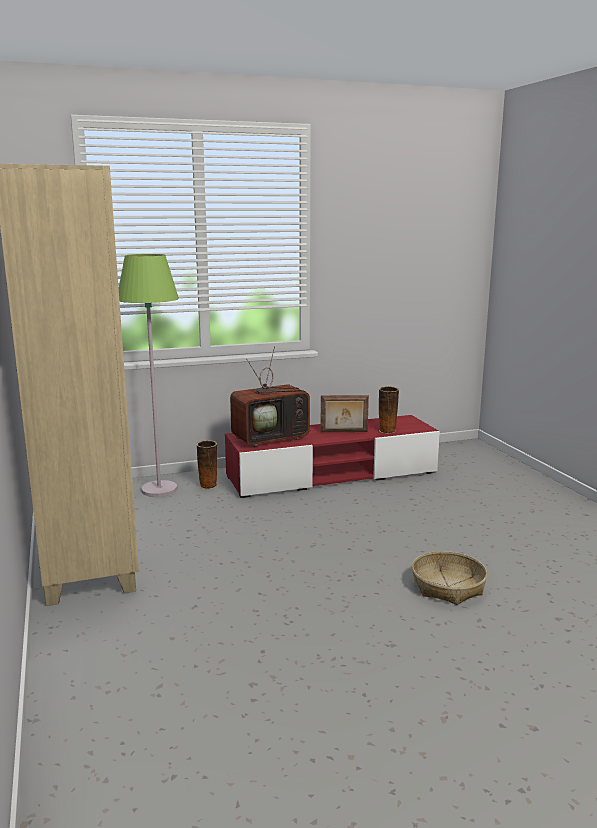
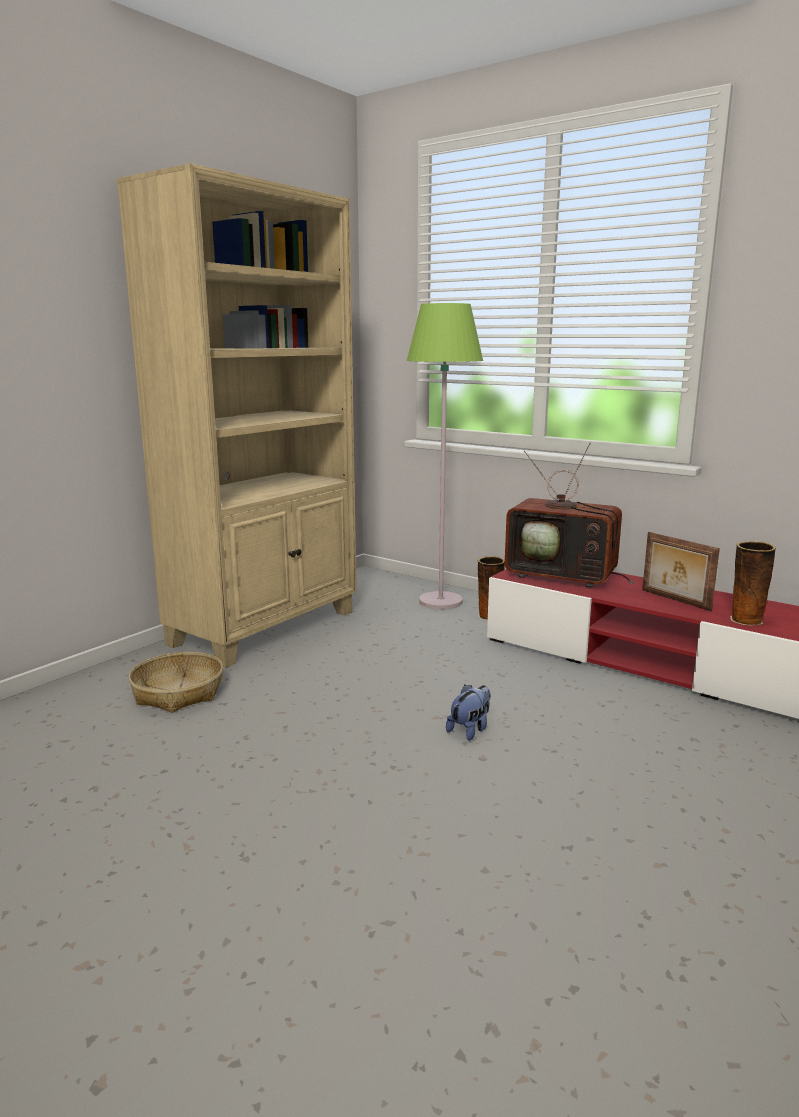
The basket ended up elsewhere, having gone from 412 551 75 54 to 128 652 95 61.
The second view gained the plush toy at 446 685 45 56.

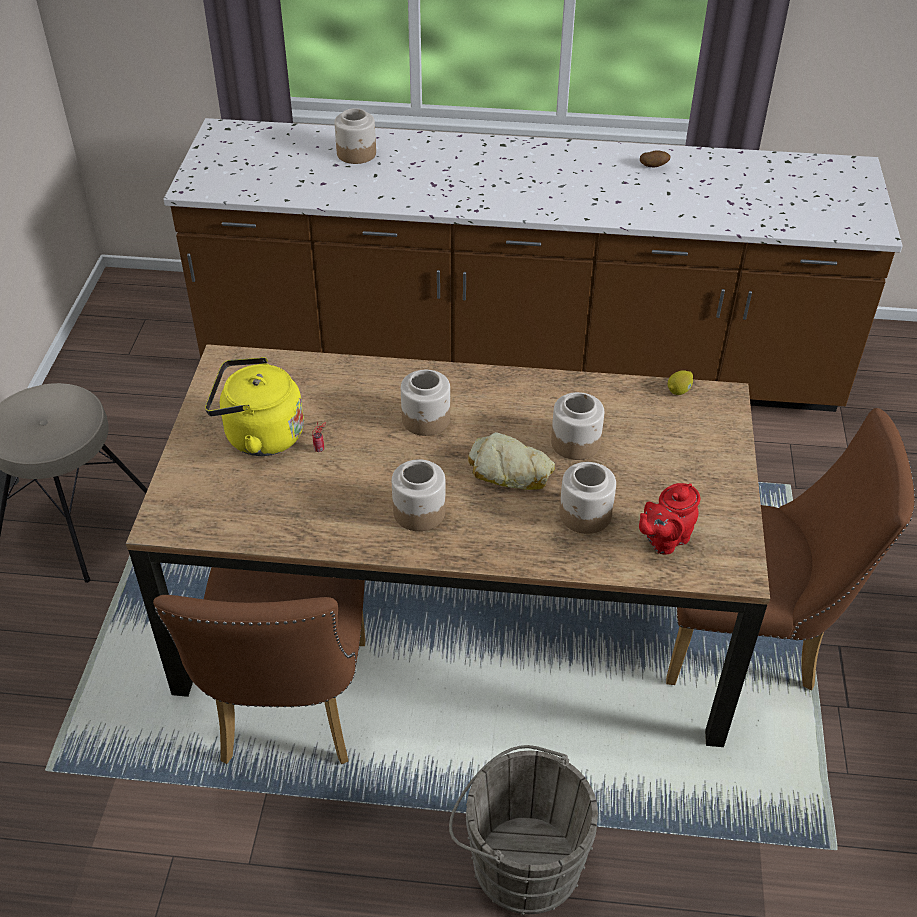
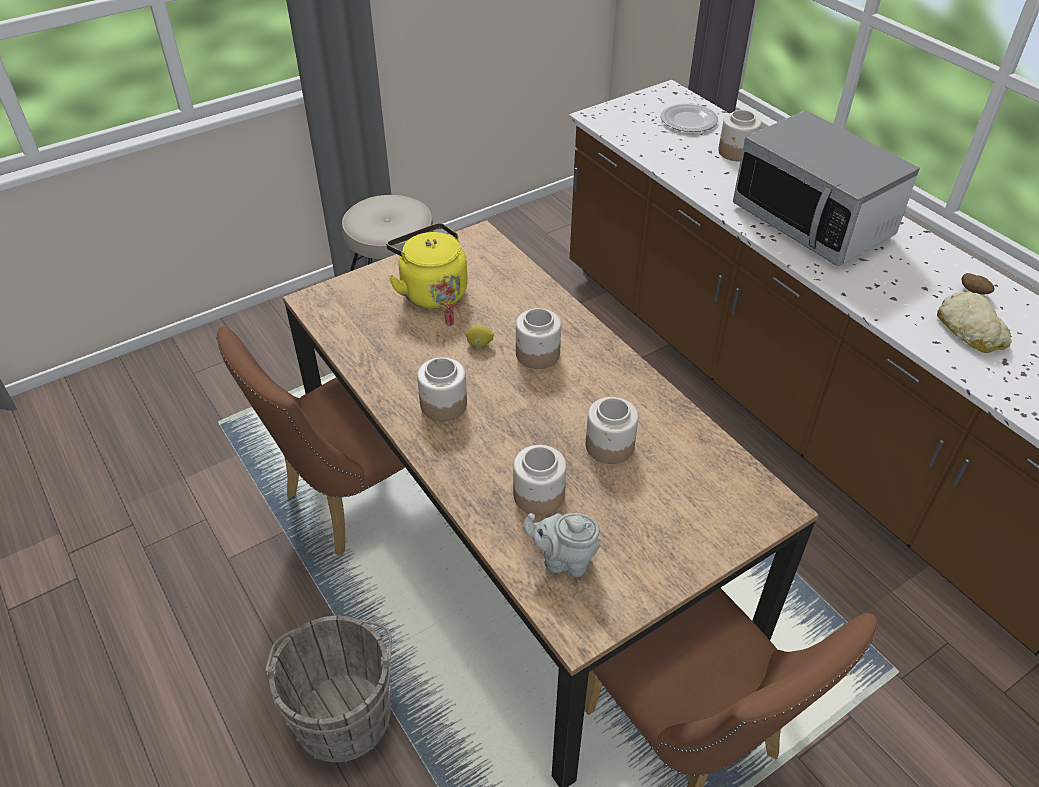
The lemon ended up elsewhere, having gone from 668 370 25 25 to 465 326 29 21.
What was the red teapot at 639 483 61 72 turned into the grey teapot at 523 513 77 64.
The second view gained the plate at 661 103 57 29.
The second view gained the microwave at 733 110 187 156.
The bread ended up elsewhere, having gone from 468 432 87 58 to 937 292 75 61.

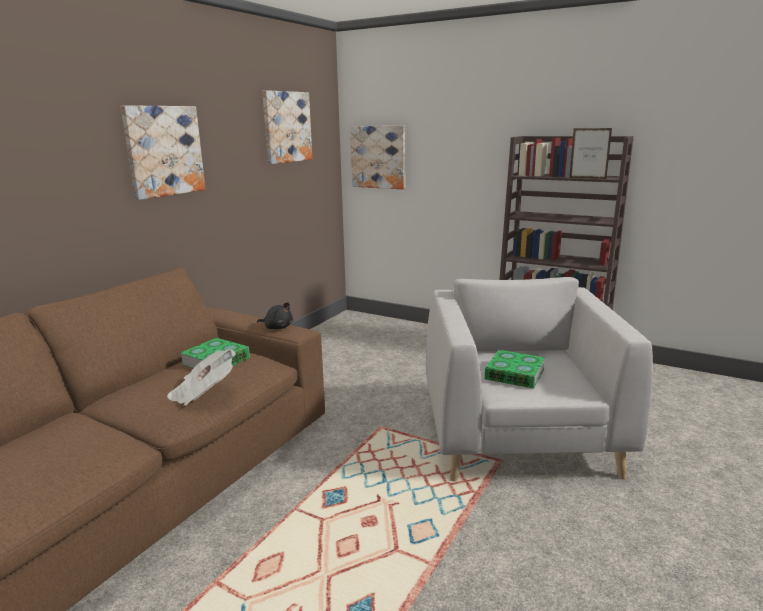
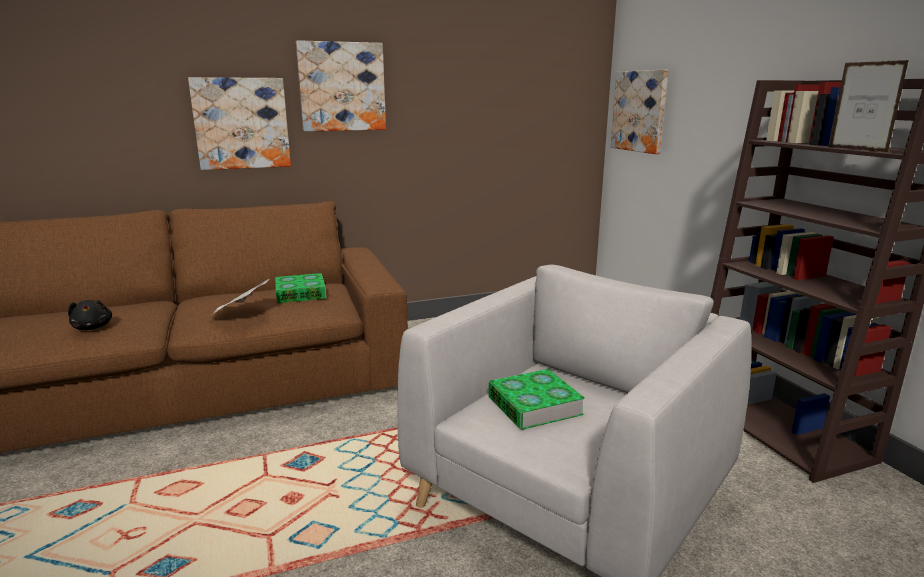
The black plush toy ended up elsewhere, having gone from 257 302 36 27 to 68 300 44 30.
The picture ended up elsewhere, having gone from 262 90 51 74 to 188 77 103 93.

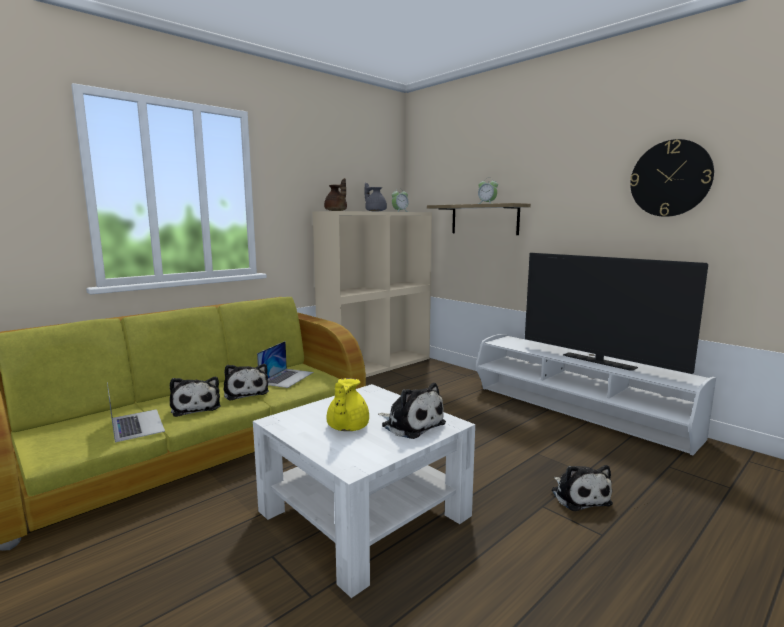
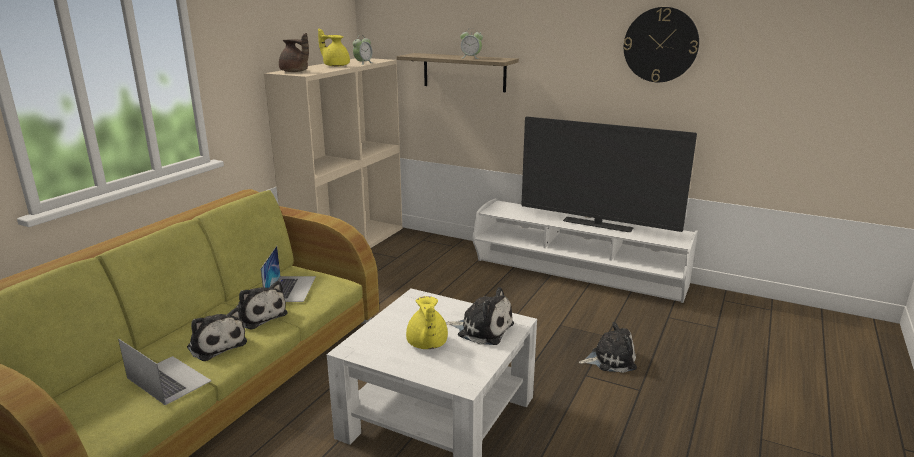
What was the grey teapot at 365 182 22 30 turned into the yellow teapot at 318 28 32 39.
The plush toy at 551 465 62 46 ended up facing another way, 60 degrees counterclockwise from before.

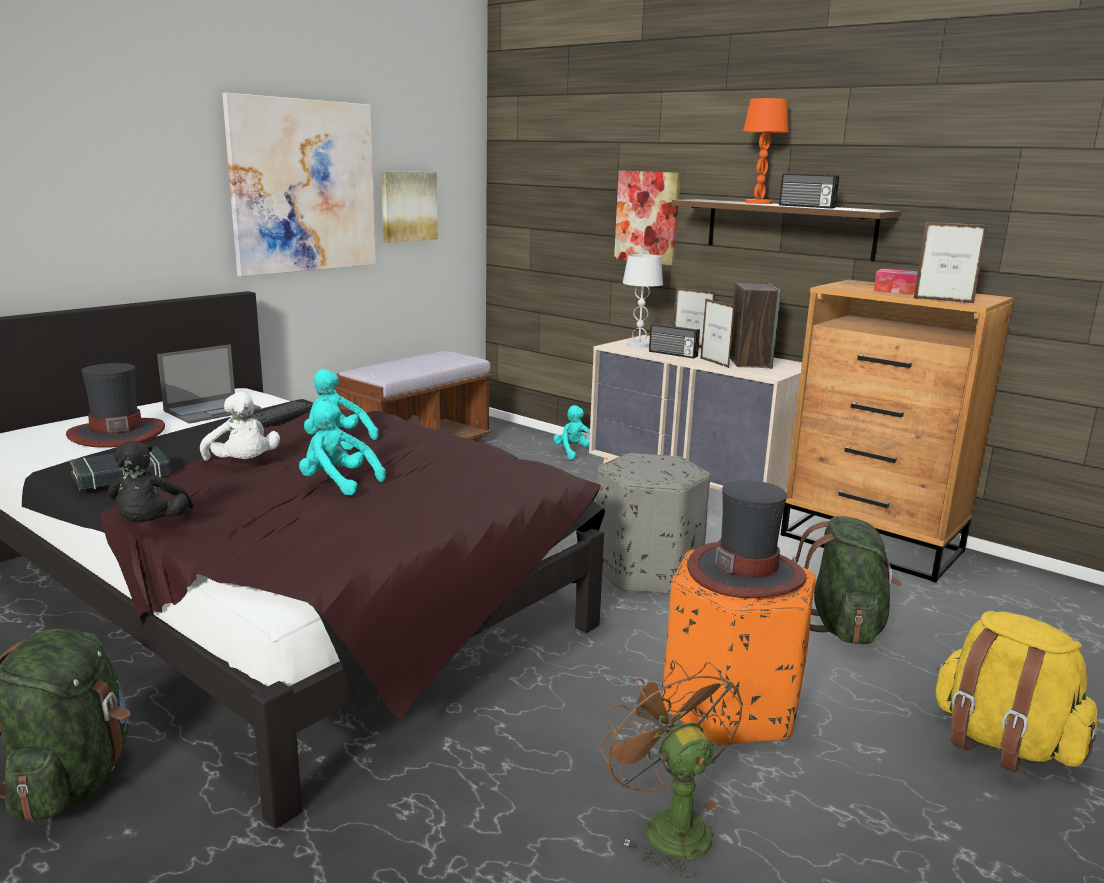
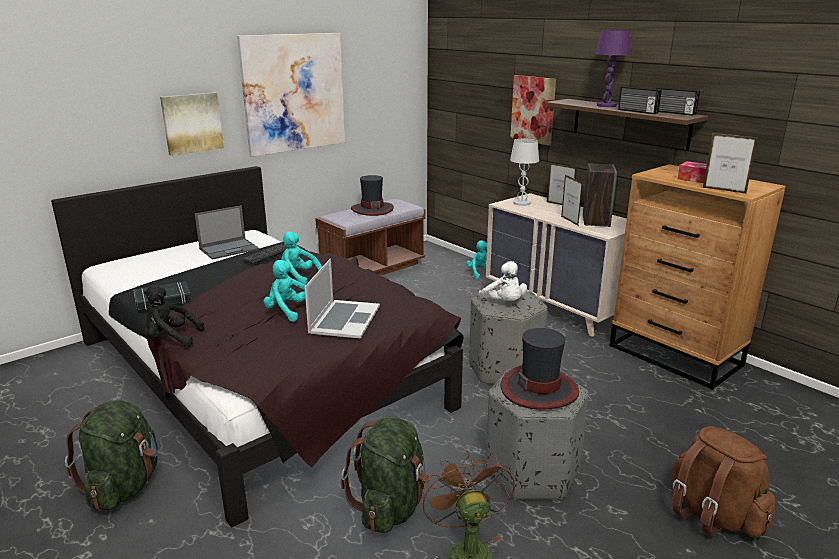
The black plush toy at 107 441 87 81 ended up facing another way, 90 degrees clockwise from before.
The picture ended up elsewhere, having gone from 381 171 56 72 to 160 92 64 64.
The second view gained the laptop at 305 258 75 81.
The green backpack ended up elsewhere, having gone from 792 516 109 128 to 341 417 89 116.
The hat ended up elsewhere, having gone from 66 363 99 85 to 351 175 43 41.
The white plush toy ended up elsewhere, having gone from 200 392 80 69 to 479 261 48 40.
What was the orange ottoman at 663 550 153 196 turned into the grey ottoman at 486 369 103 131.
What was the orange table lamp at 743 98 46 106 turned into the purple table lamp at 596 30 33 77.
The radio ended up elsewhere, having gone from 649 323 51 35 to 656 88 44 28.
What was the yellow backpack at 936 611 161 161 turned into the brown backpack at 672 426 103 112.

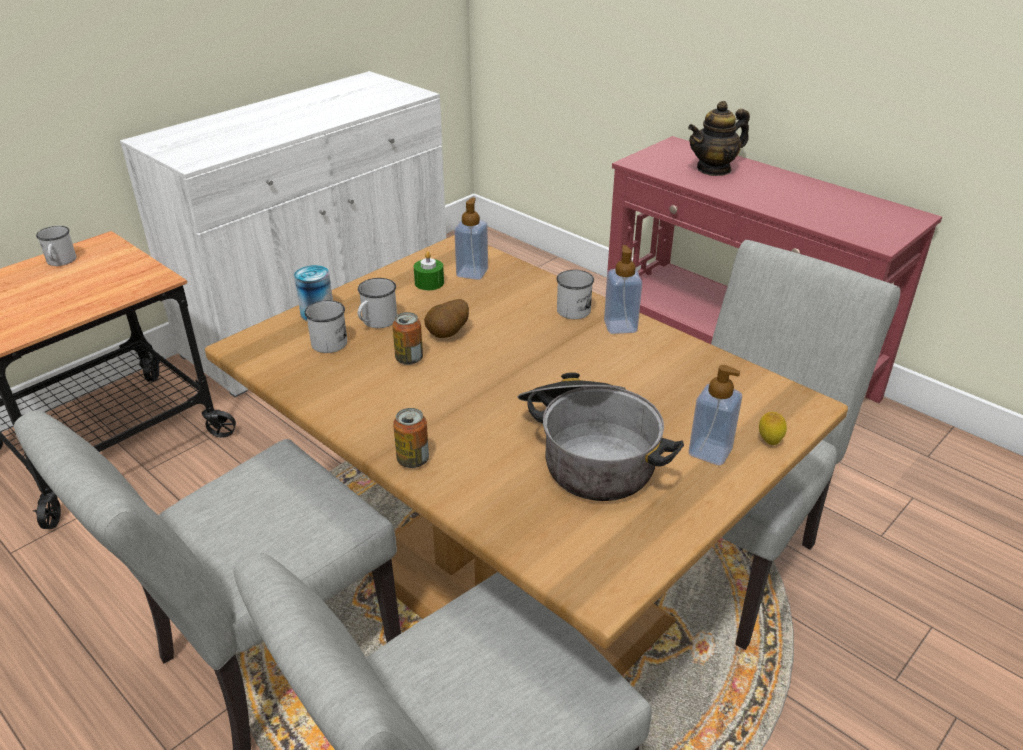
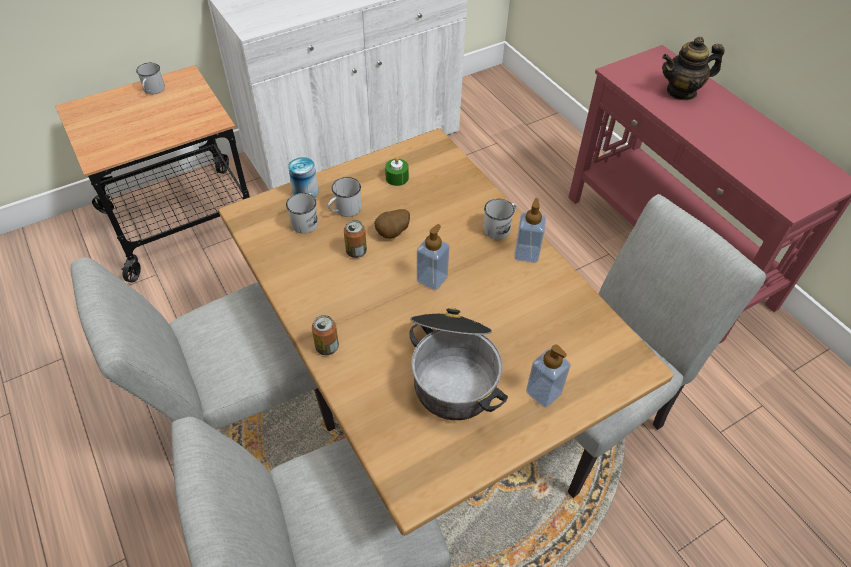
The soap dispenser ended up elsewhere, having gone from 454 197 34 83 to 417 224 33 66.
The second view lost the lemon at 759 412 28 33.

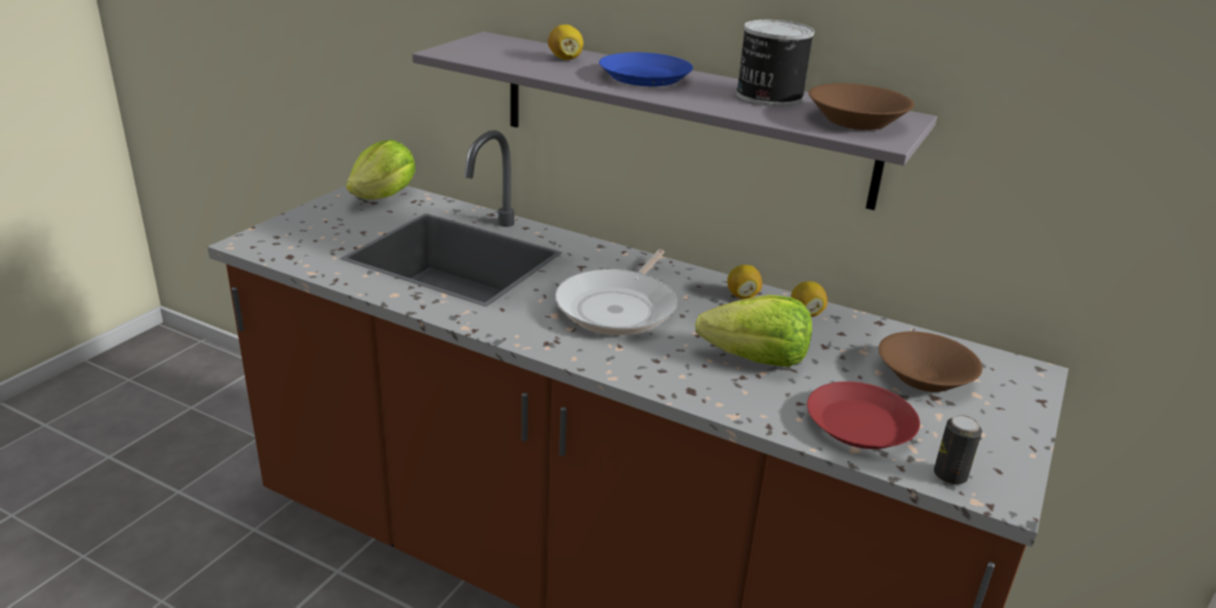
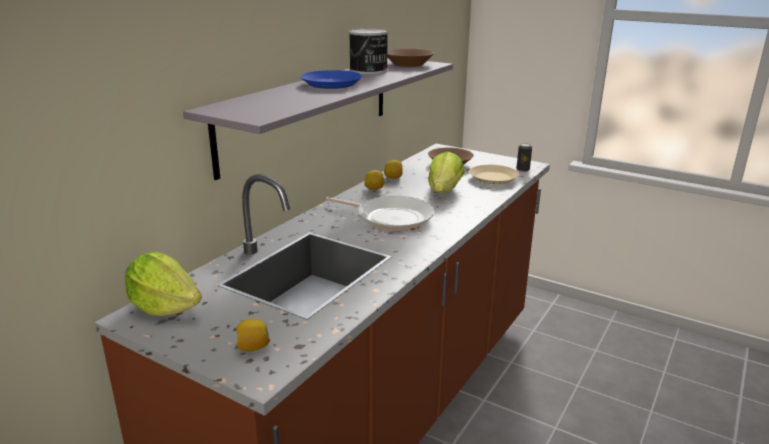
The lemon ended up elsewhere, having gone from 548 24 36 36 to 236 319 34 32.
What was the red plate at 807 381 113 68 turned into the beige plate at 469 165 50 20.

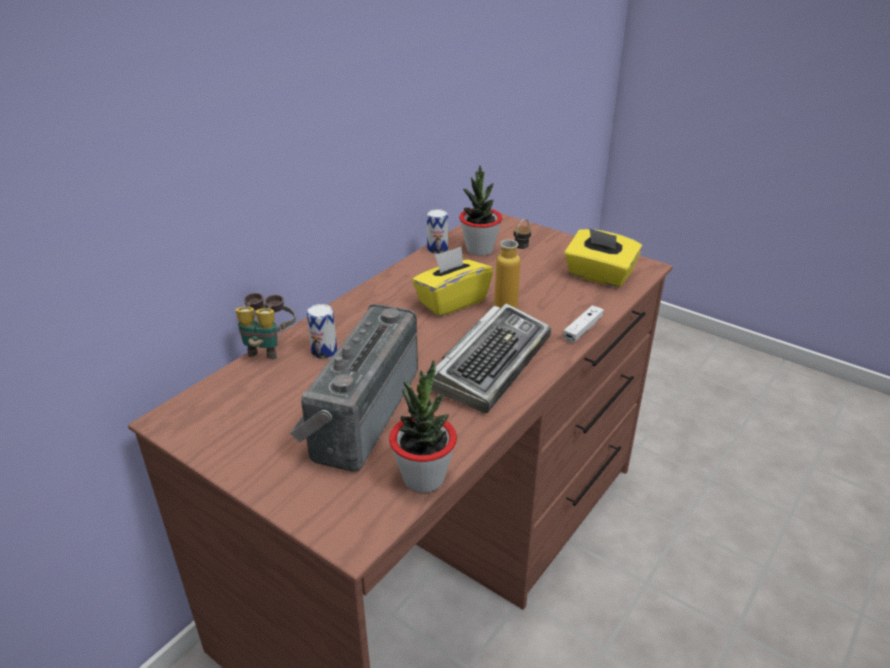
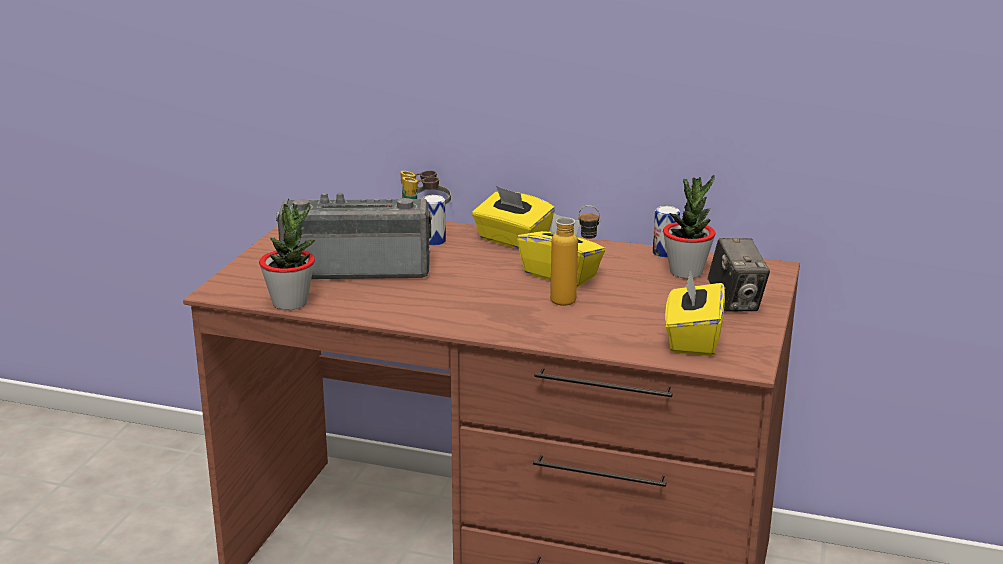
The second view gained the yellow tissue box at 472 186 83 63.
The second view gained the photo camera at 707 238 63 74.
The second view lost the keyboard at 424 303 127 110.
The second view lost the white game controller at 563 305 41 38.

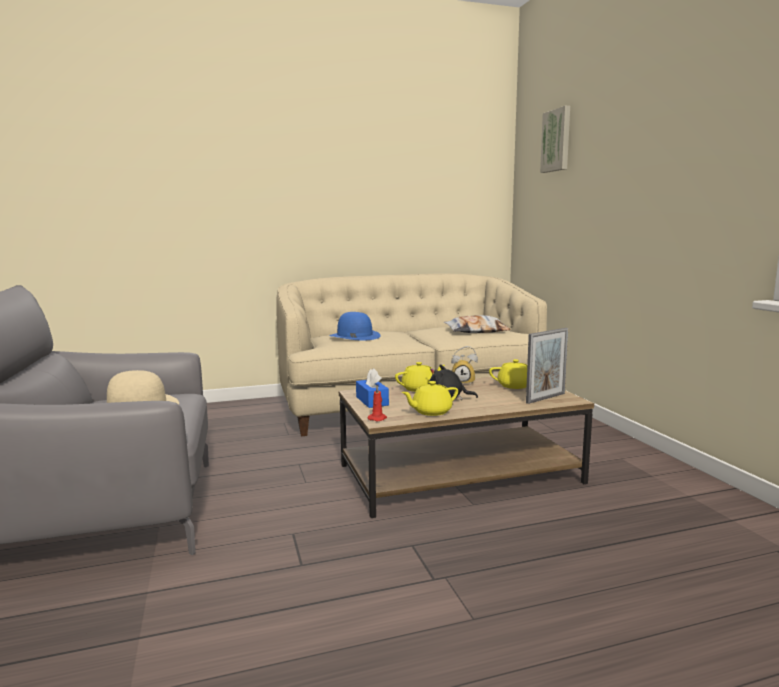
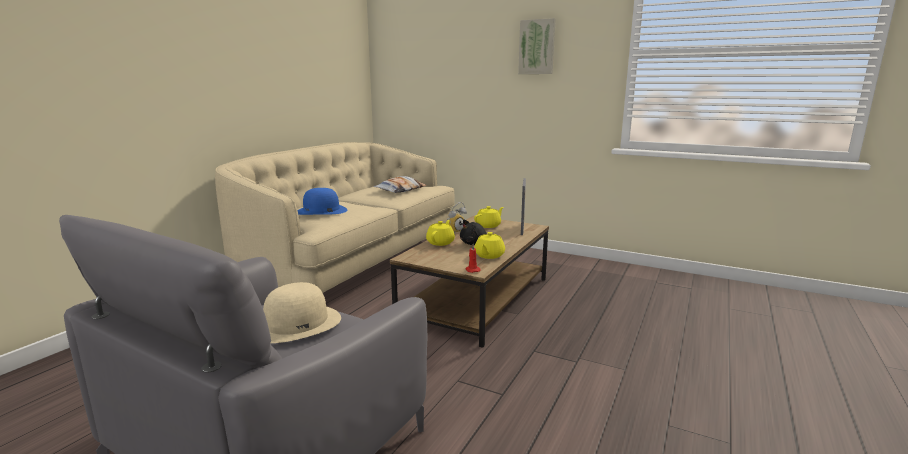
The picture ended up elsewhere, having gone from 540 106 30 67 to 518 18 38 56.
The second view lost the blue tissue box at 356 368 33 40.

